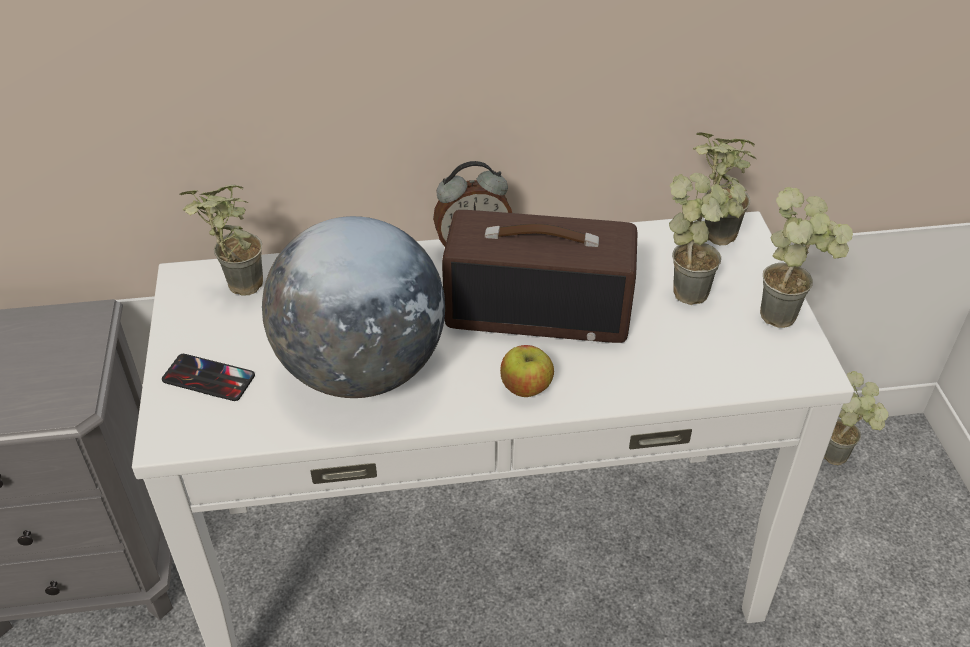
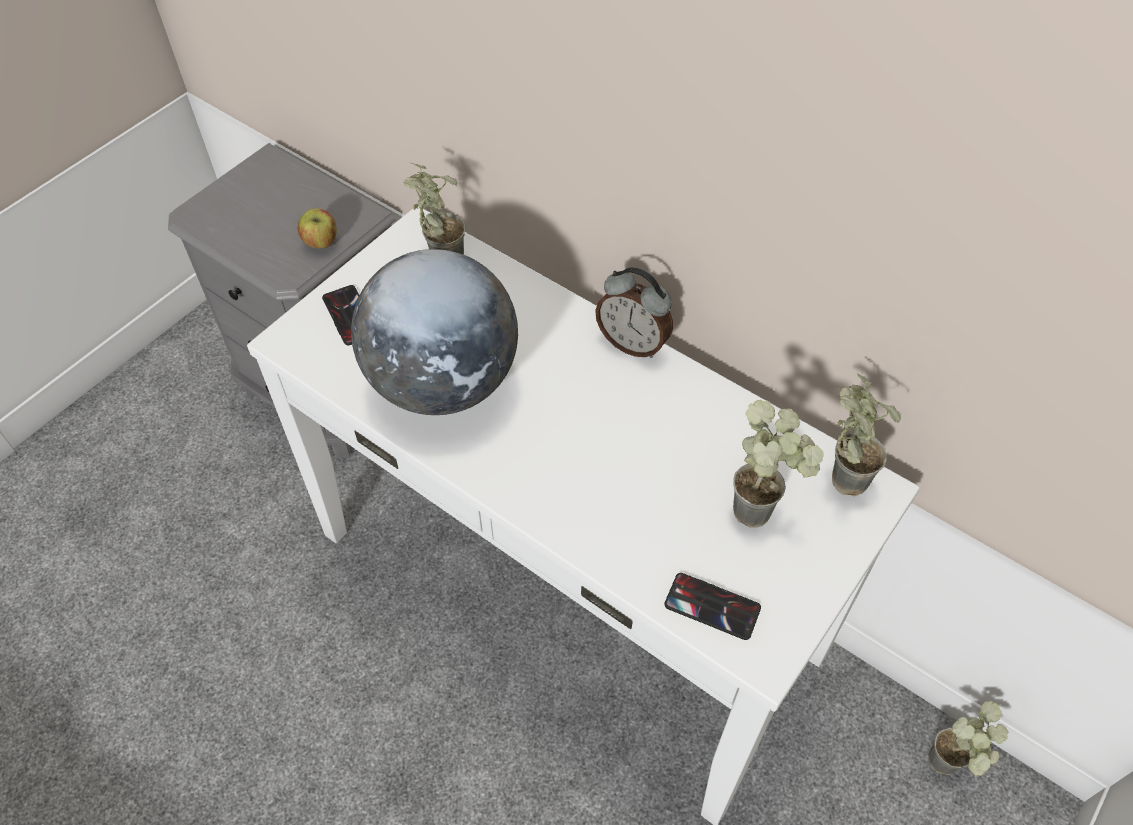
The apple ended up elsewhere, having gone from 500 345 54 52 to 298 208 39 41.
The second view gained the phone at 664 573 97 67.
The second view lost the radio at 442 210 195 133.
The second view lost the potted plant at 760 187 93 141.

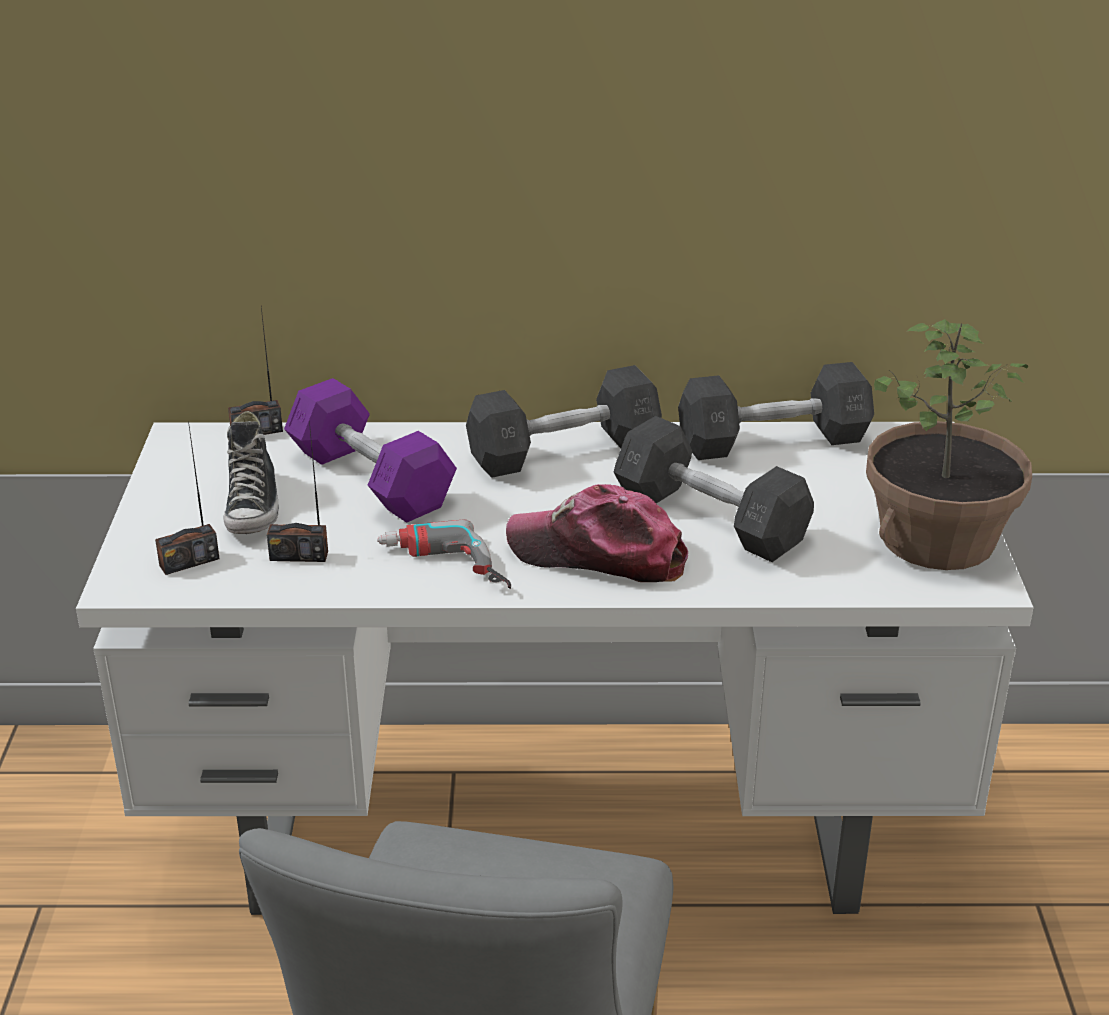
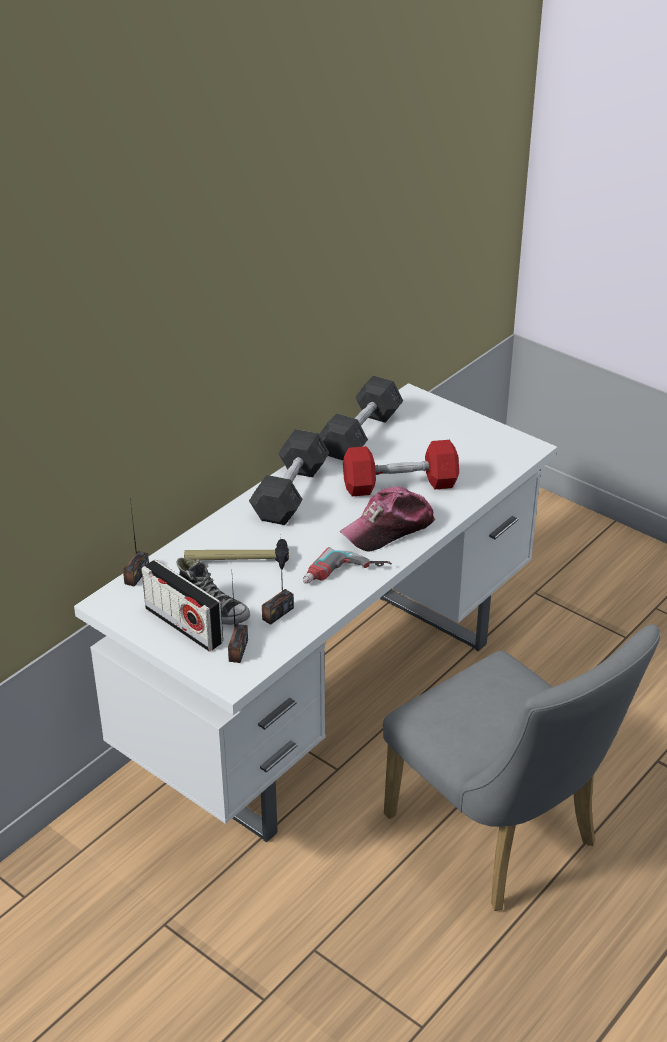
The second view gained the radio at 141 560 82 92.
Where the purple dumbbell stood at 284 378 173 145, the hammer came to stand at 184 539 105 30.
What was the grey dumbbell at 614 416 200 146 turned into the red dumbbell at 343 440 116 56.
The second view lost the potted plant at 866 319 166 251.

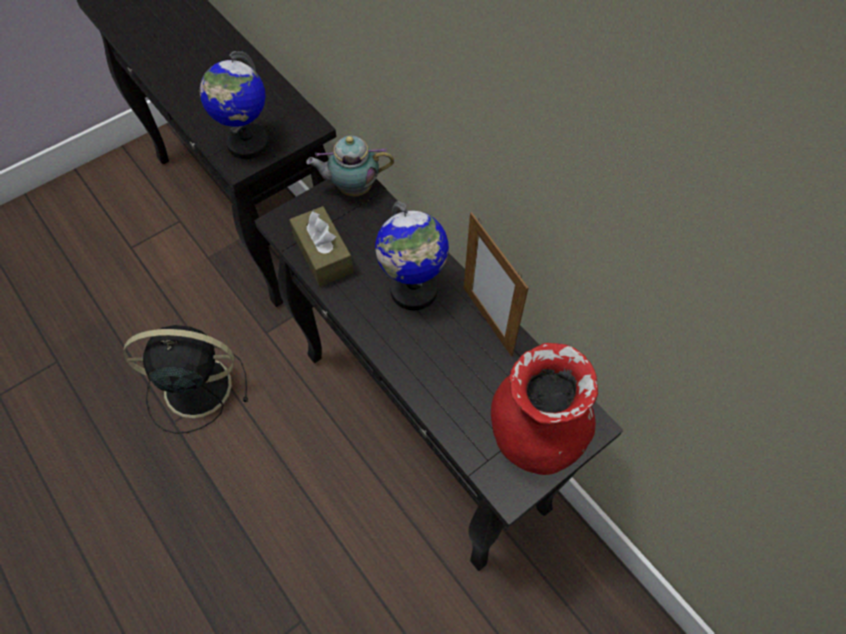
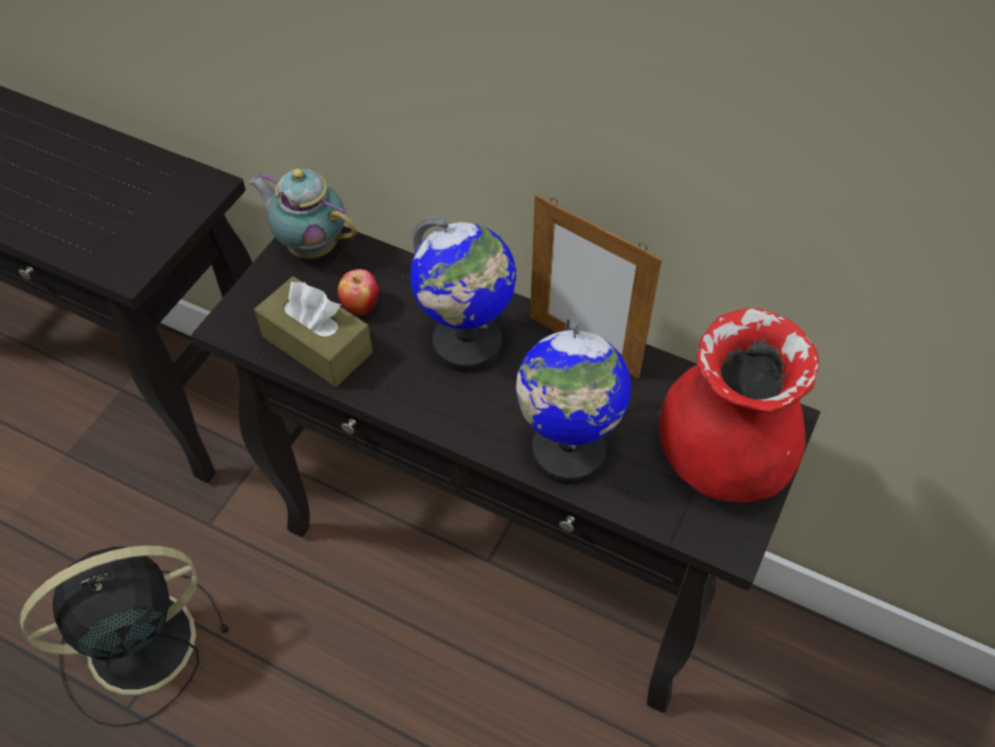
The teapot at 306 136 88 60 ended up facing another way, 60 degrees clockwise from before.
The second view gained the apple at 338 269 41 46.
The globe ended up elsewhere, having gone from 200 51 69 108 to 516 312 115 173.

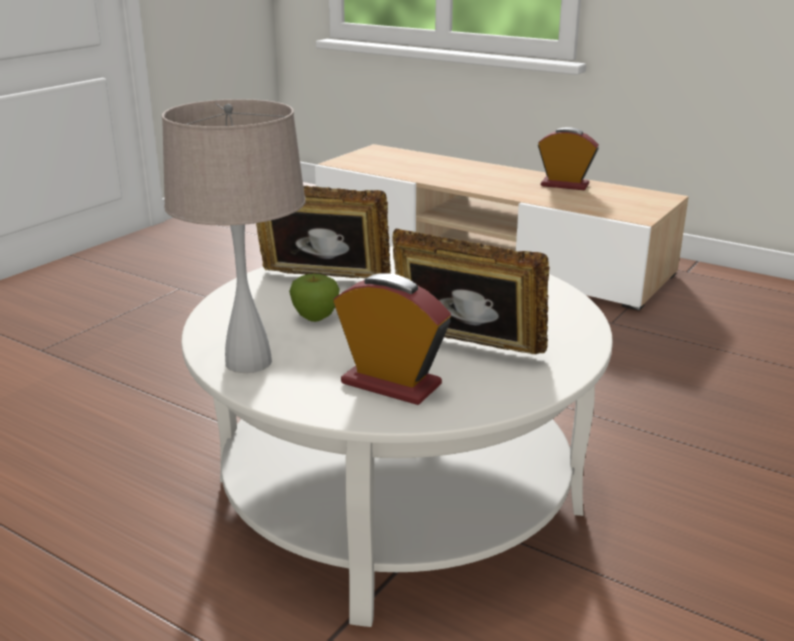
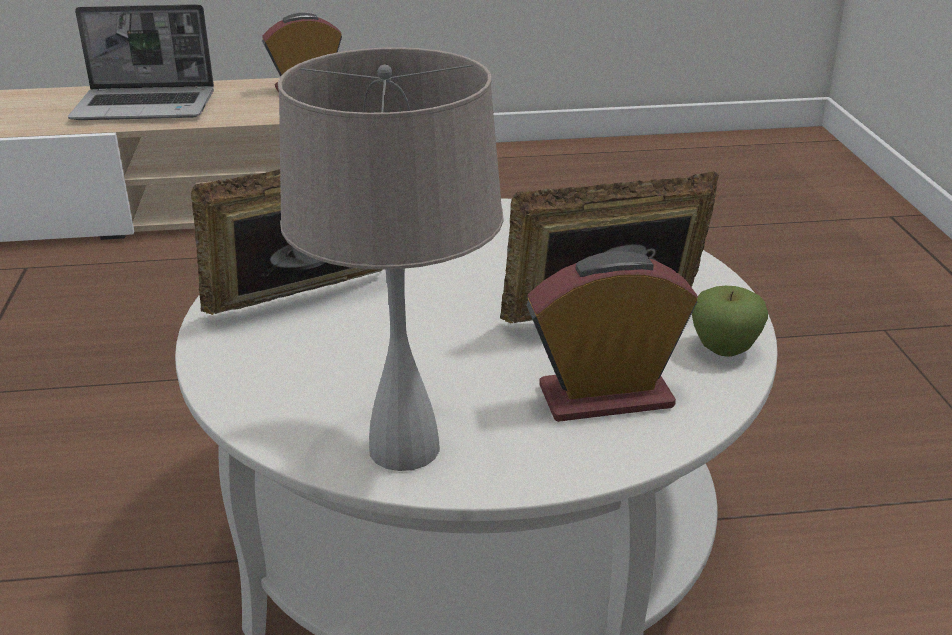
The second view gained the laptop at 68 4 146 116.
The apple ended up elsewhere, having gone from 289 274 51 48 to 692 286 76 71.

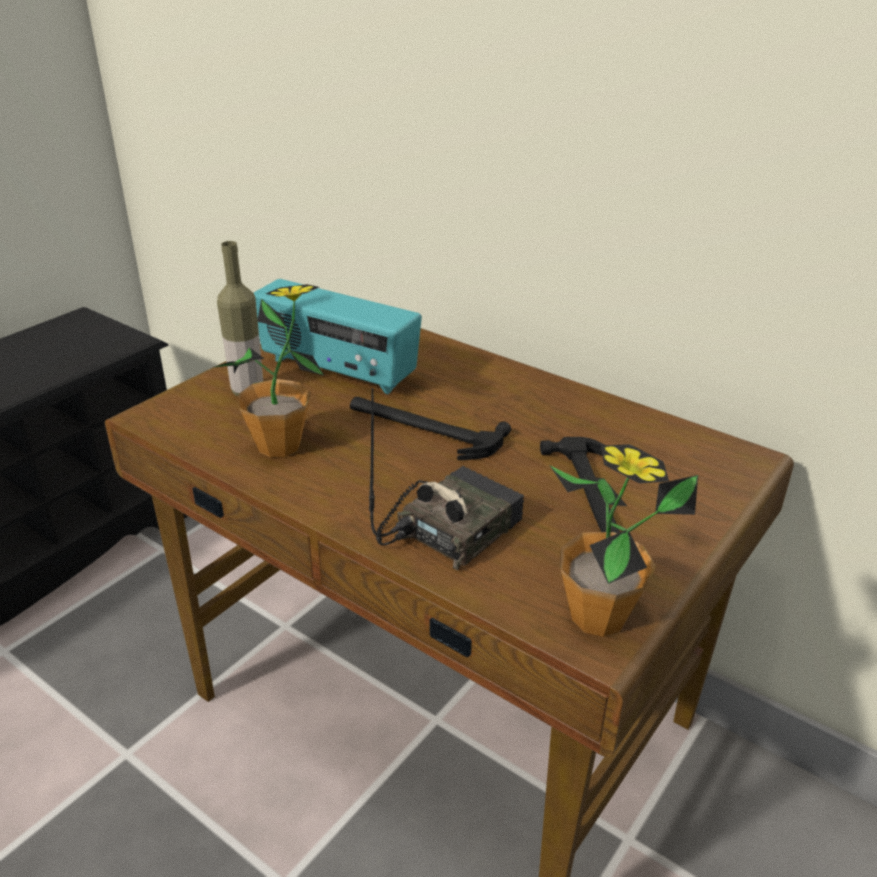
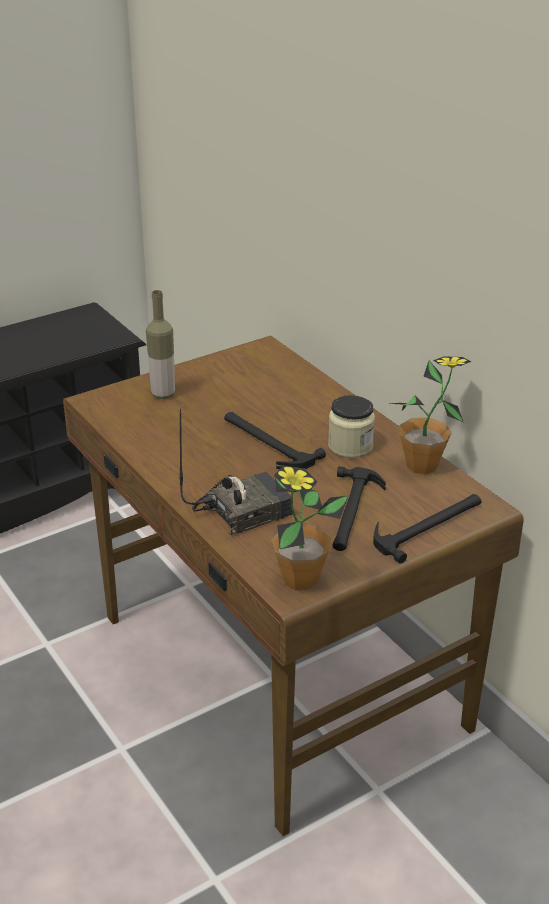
The second view gained the jar at 328 395 47 63.
The second view gained the hammer at 373 494 108 70.
The potted plant ended up elsewhere, having gone from 215 284 109 174 to 390 356 81 118.
The second view lost the radio at 254 279 168 115.

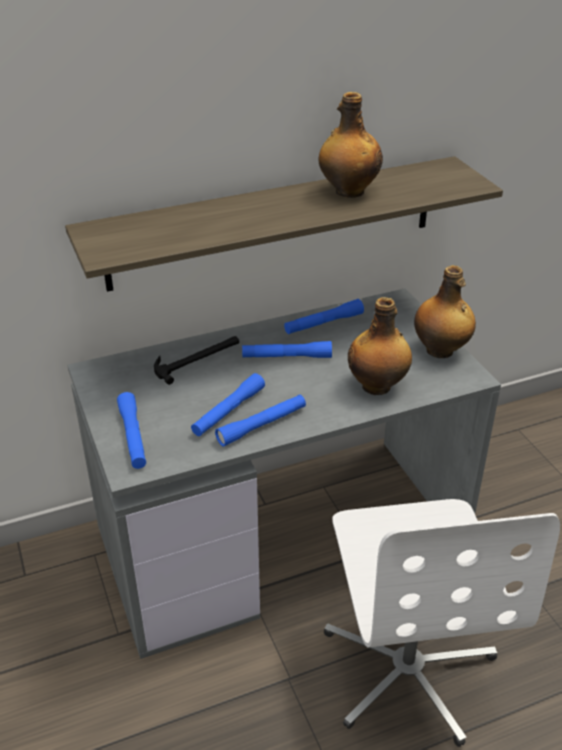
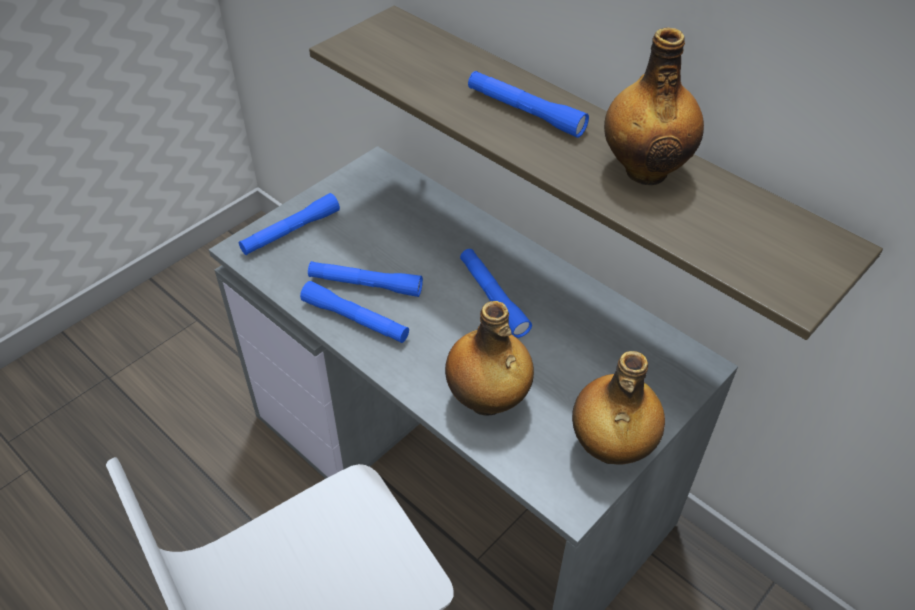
The blue flashlight ended up elsewhere, having gone from 284 299 80 35 to 468 71 121 67.
The second view lost the hammer at 154 336 85 49.

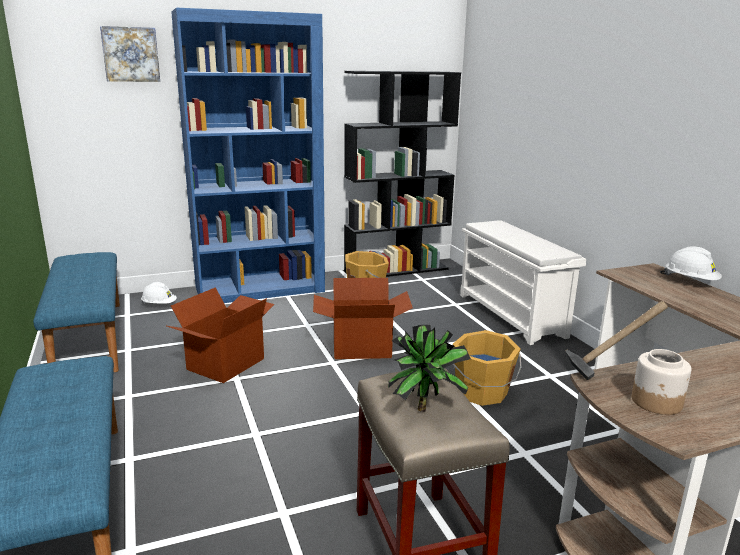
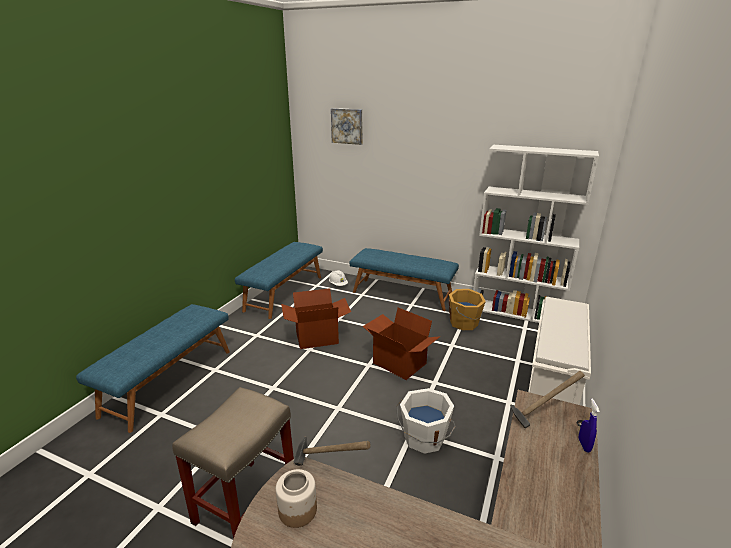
Where the blue bookcase stood at 171 8 154 295, the blue bench came to stand at 350 248 109 63.
What was the orange bucket at 453 330 68 76 turned into the white bucket at 396 388 59 66.
What was the black bookcase at 344 71 117 206 turned into the white bookcase at 473 145 126 178.
The second view gained the hammer at 510 371 75 58.
Where the white hard hat stood at 664 246 58 34, the blue spray bottle came to stand at 578 399 22 54.
The second view lost the potted plant at 388 325 83 87.

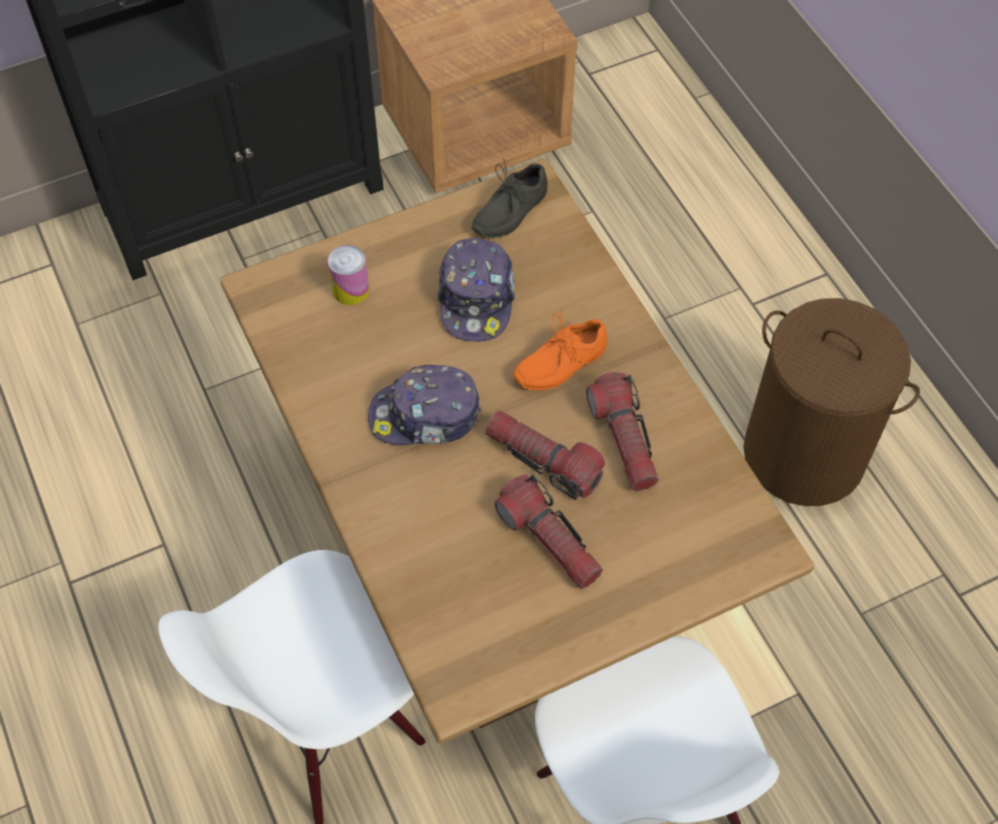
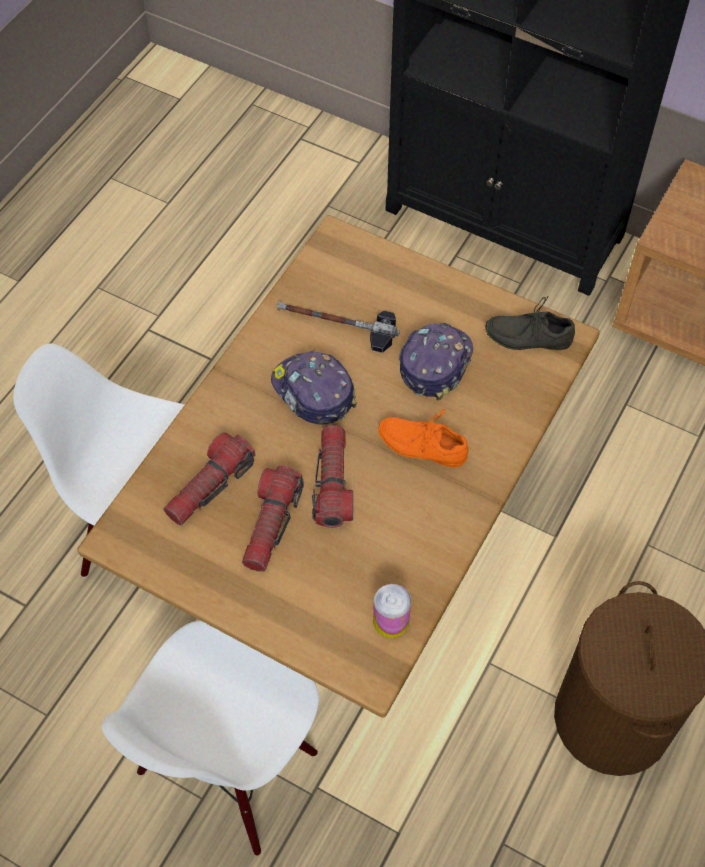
The flashlight ended up elsewhere, having gone from 586 372 73 119 to 163 433 93 92.
The second view gained the hammer at 277 301 123 52.
The can ended up elsewhere, having gone from 328 245 41 60 to 373 584 38 54.
The cap at 437 238 79 104 ended up facing another way, 150 degrees clockwise from before.

